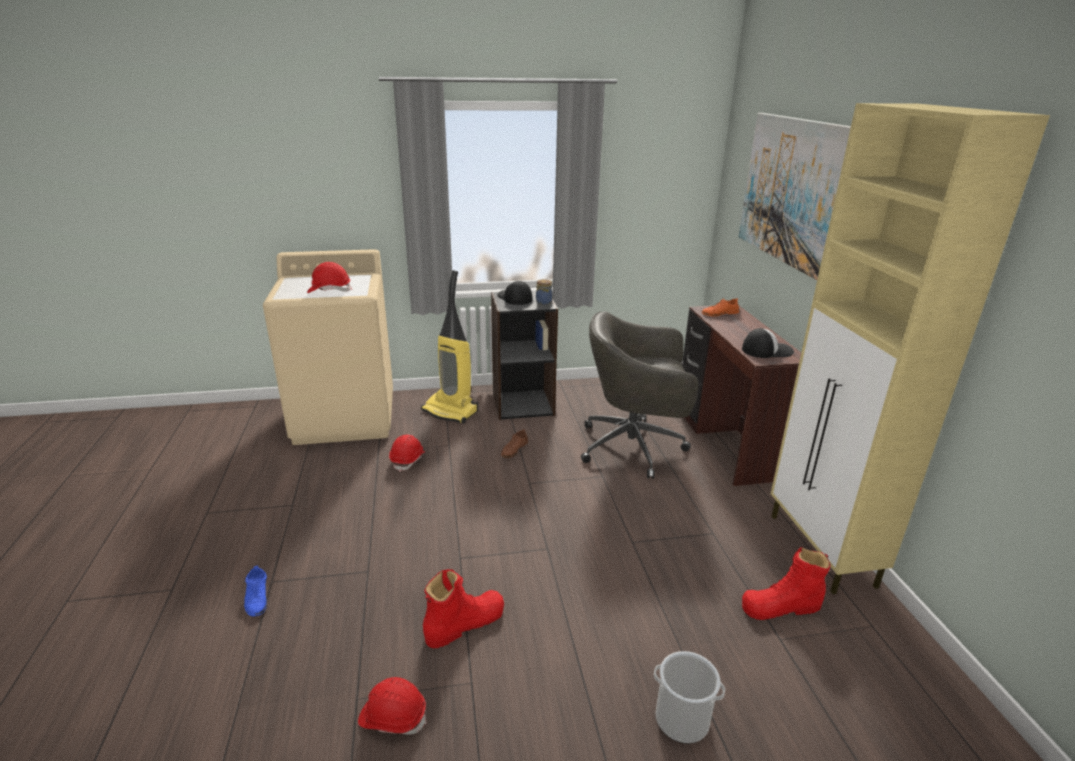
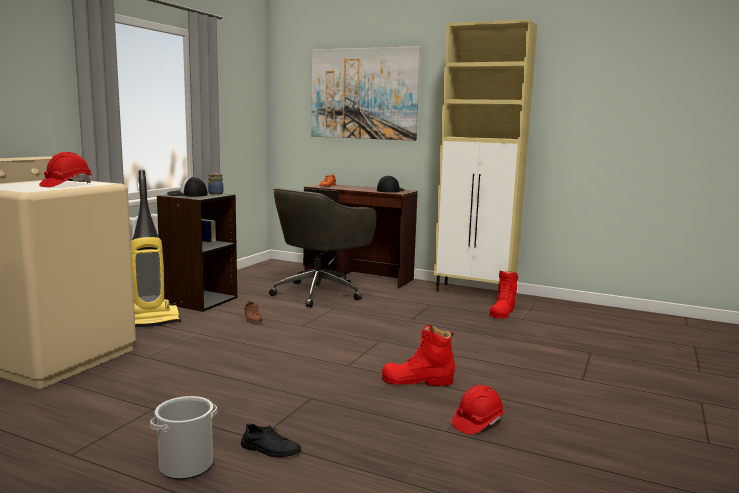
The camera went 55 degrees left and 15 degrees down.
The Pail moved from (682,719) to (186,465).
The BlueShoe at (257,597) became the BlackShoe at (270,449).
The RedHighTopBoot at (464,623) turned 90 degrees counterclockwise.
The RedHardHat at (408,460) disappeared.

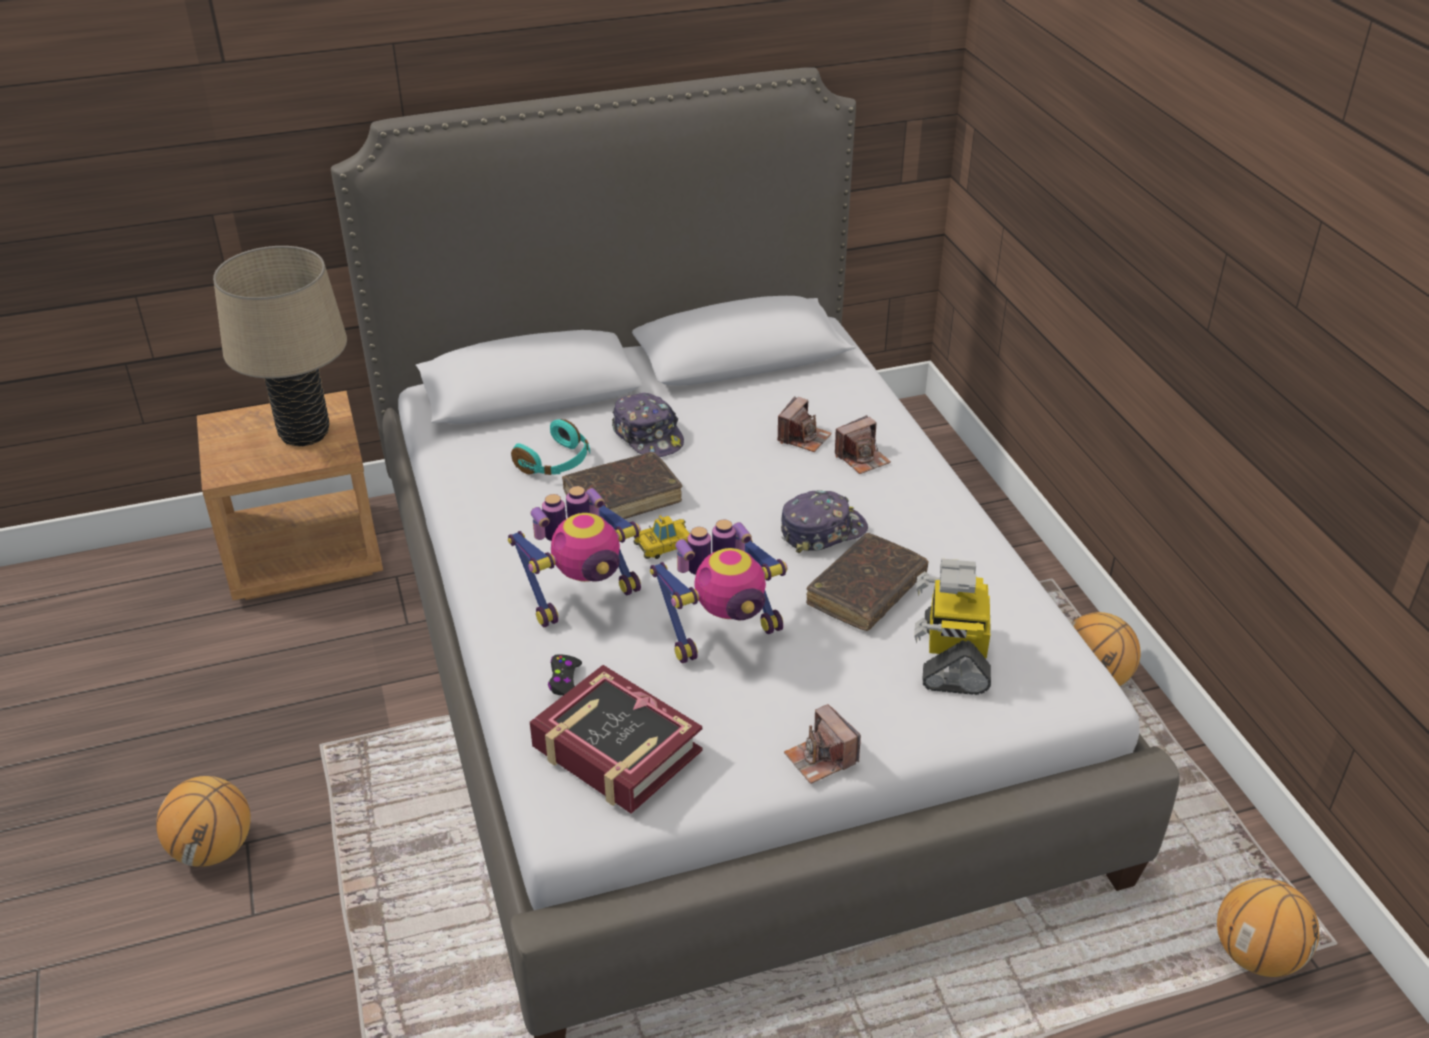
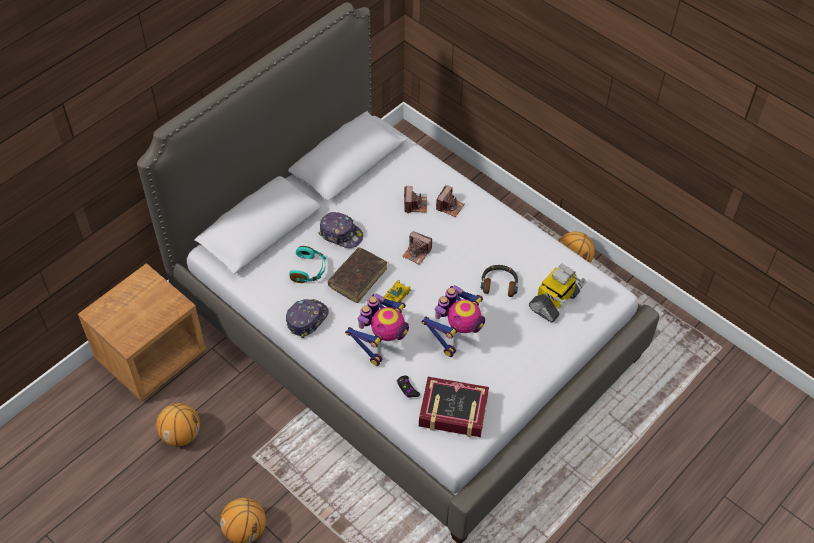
The camera went 30 degrees left and 15 degrees up.
The Basketball moved from (1256,955) to (181,434).
The BaseballCap moved from (822,531) to (306,319).
The StillCamera moved from (821,758) to (417,253).
The BrownishBook at (866,592) was replaced by the Headphones at (499,283).
The ToyRobot at (952,656) turned 120 degrees counterclockwise.
The SandColouredLampForATable at (304,433) disappeared.

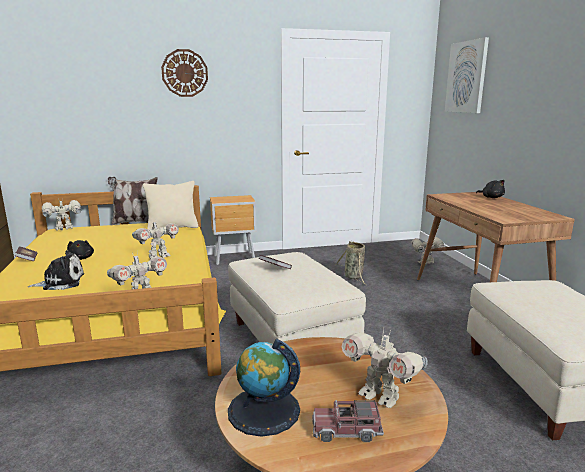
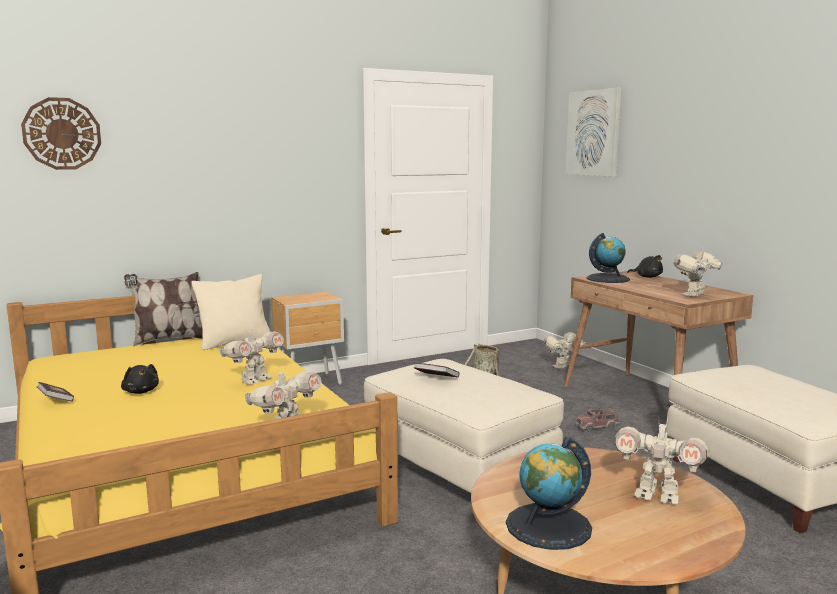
The camera went 15 degrees left and 5 degrees down.
The HangingClock moved from (185,73) to (62,134).
The ModelTruck moved from (346,431) to (596,426).
The Globe at (608,279) appeared.
The ToyRobot moved from (64,229) to (695,295).
The PlushToy at (61,282) disappeared.

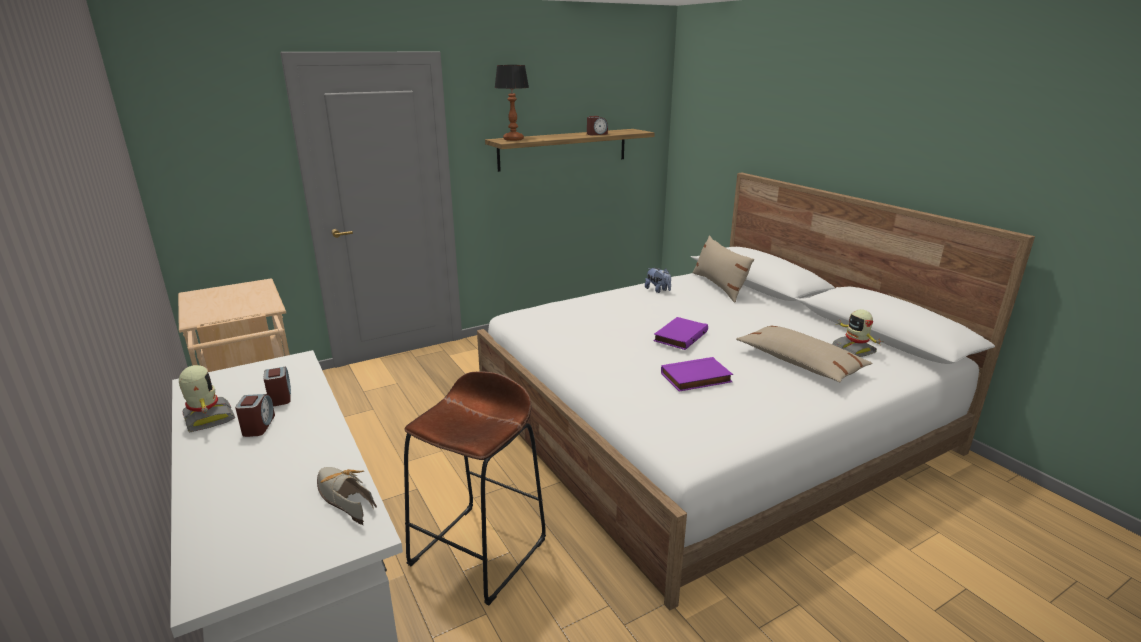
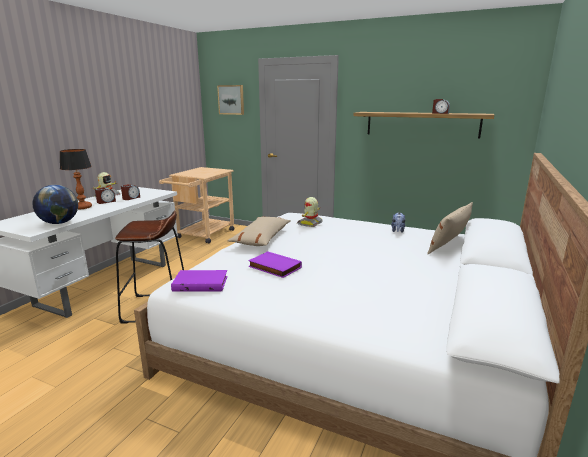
The camera went 55 degrees right and 5 degrees down.
The Shoe at (345,497) was replaced by the Globe at (59,223).
The LampForATable moved from (514,139) to (83,207).
The PurpleBook moved from (679,336) to (201,283).
The Picture at (231,100) appeared.
The SandColouredPillow moved from (799,363) to (262,238).
The ToyRobot moved from (854,350) to (310,223).

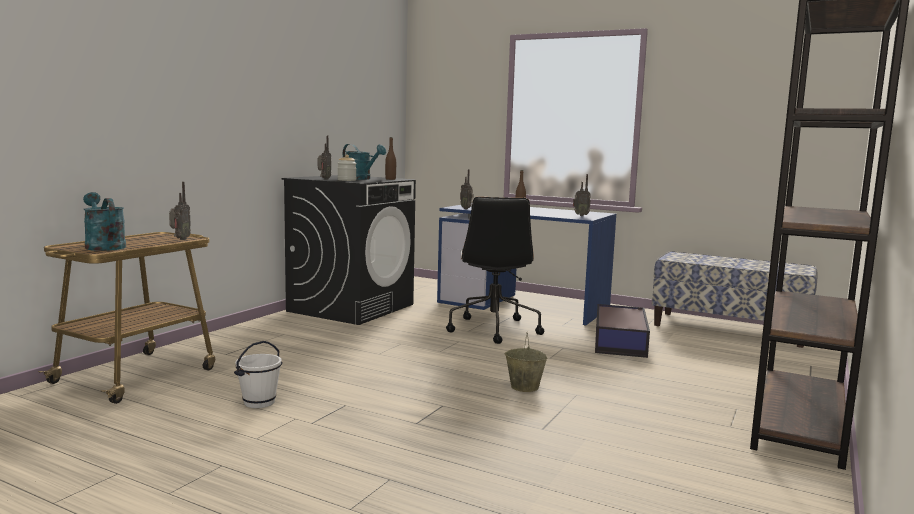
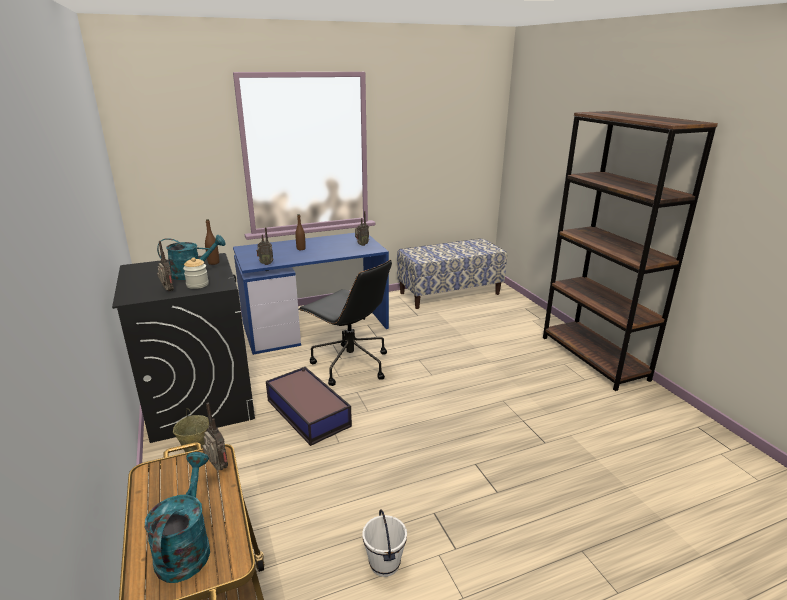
The camera went 50 degrees left and 15 degrees up.
The TurquoiseWateringCan at (103,246) turned 90 degrees clockwise.
The SandColouredPail moved from (524,387) to (196,448).
The StorageContainer moved from (620,341) to (308,412).

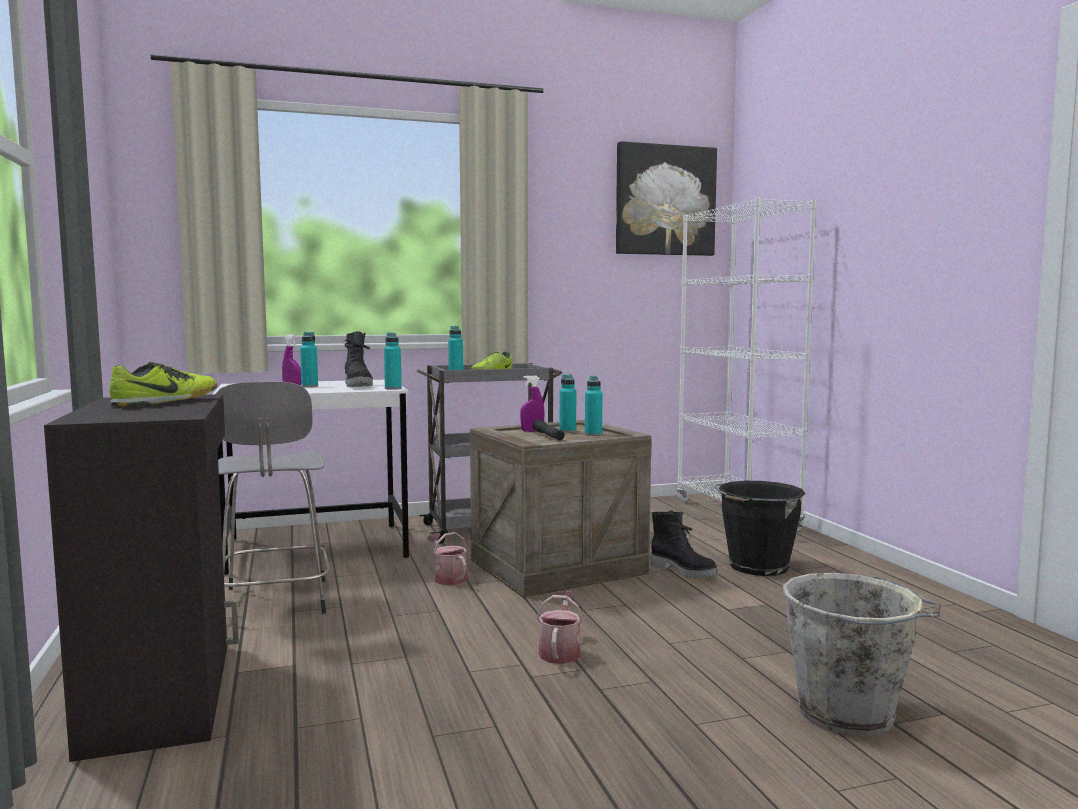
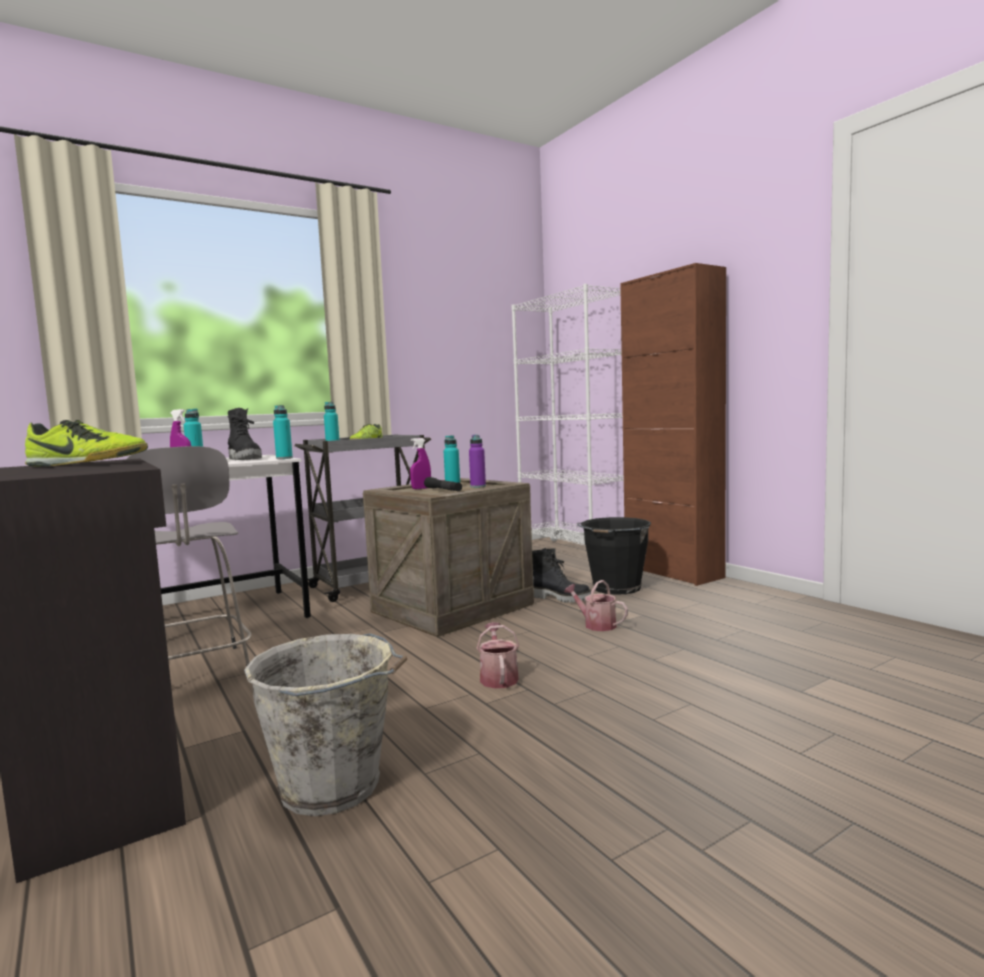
The camera went 15 degrees left and 0 degrees up.
The Shoe at (167,402) turned 75 degrees clockwise.
The GreyPail moved from (850,714) to (334,787).
The TurquoiseBottle at (593,434) became the PurpleBottle at (478,486).
The WateringCan moved from (448,578) to (596,624).
The BrownishStorageCabinet at (672,572) appeared.
The Picture at (665,200) disappeared.

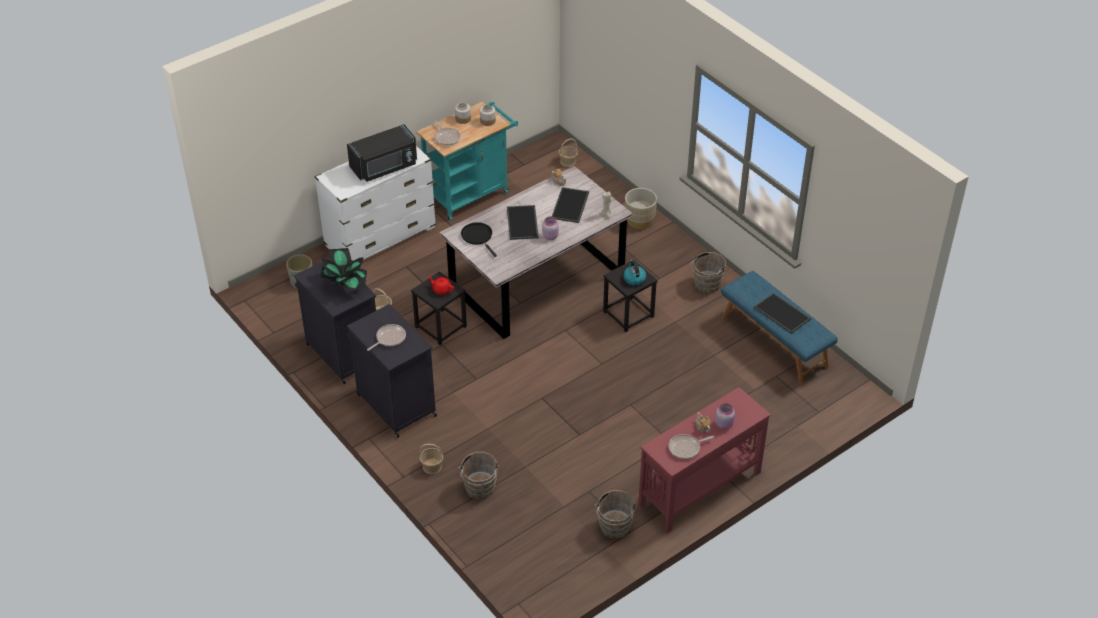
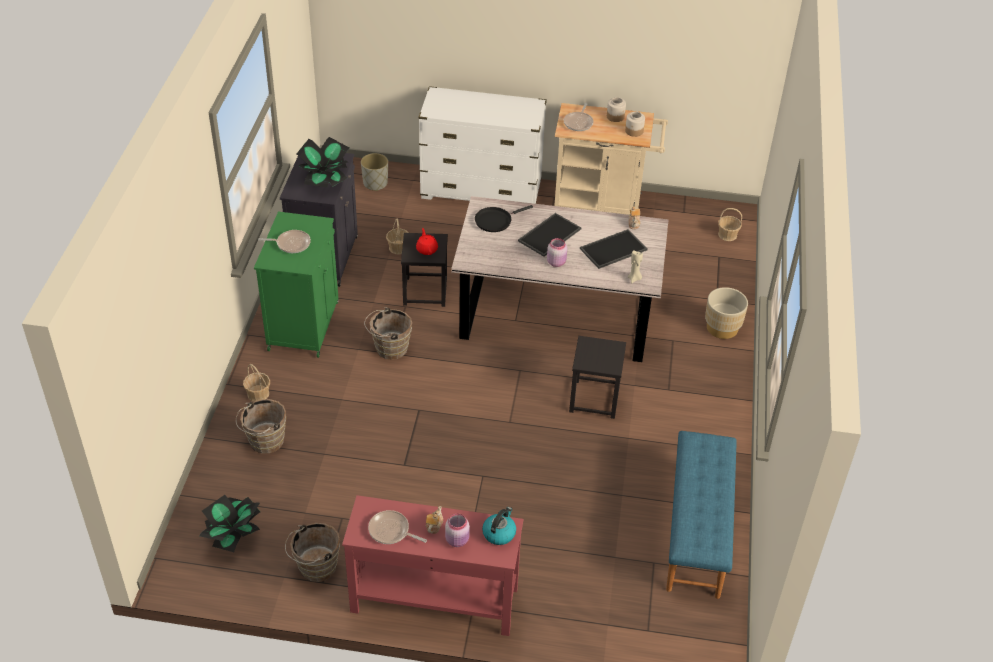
The camera went 45 degrees right and 0 degrees up.
The PlantInAPot at (233,535) appeared.
The BlackStorageCabinet at (395,404) became the GreenColouredStorageCabinet at (304,324).
The BrownishPail moved from (706,286) to (389,348).
The BlackFryingPan at (478,237) turned 135 degrees counterclockwise.
The Kettle moved from (634,279) to (499,533).
The TurquoiseCart at (471,193) became the SandColouredCart at (603,205).
The BlackMicrowave at (385,167) disappeared.
The ServingTray at (783,313) disappeared.

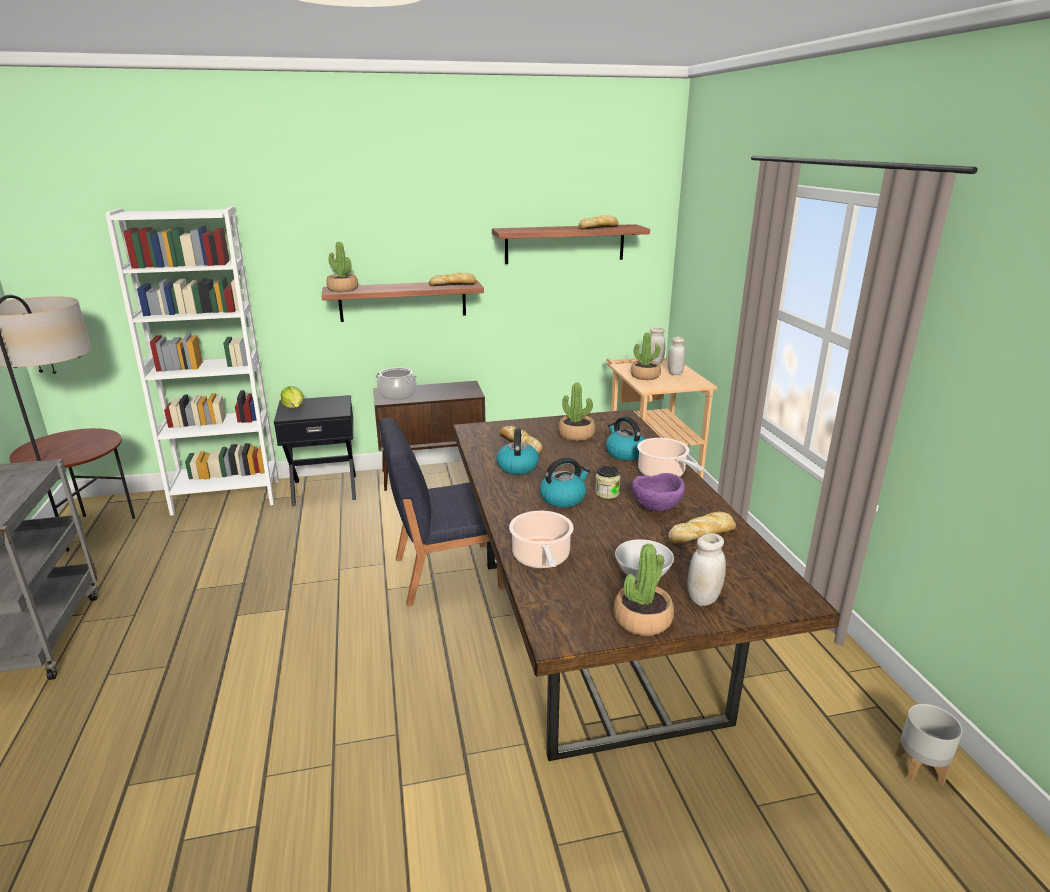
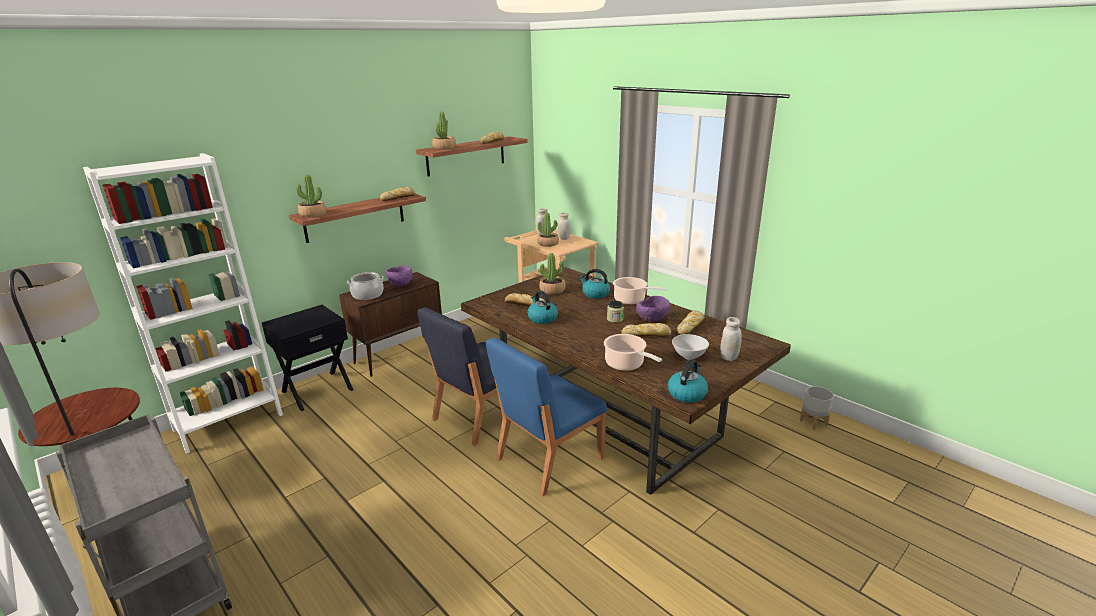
The camera went 30 degrees left and 0 degrees up.
The PurpleDeepDish at (400,284) appeared.
The PlantInAPot moved from (642,619) to (444,148).
The BlueChair at (548,458) appeared.
The BakeryBread at (647,335) appeared.
The Kettle moved from (563,498) to (687,393).
The HeadOfLettuce at (294,408) disappeared.

